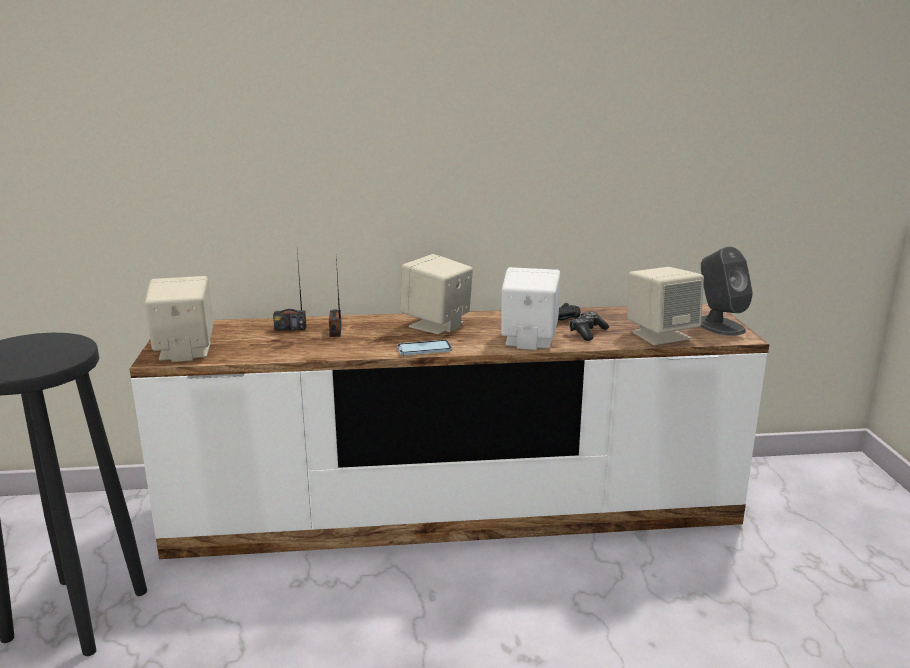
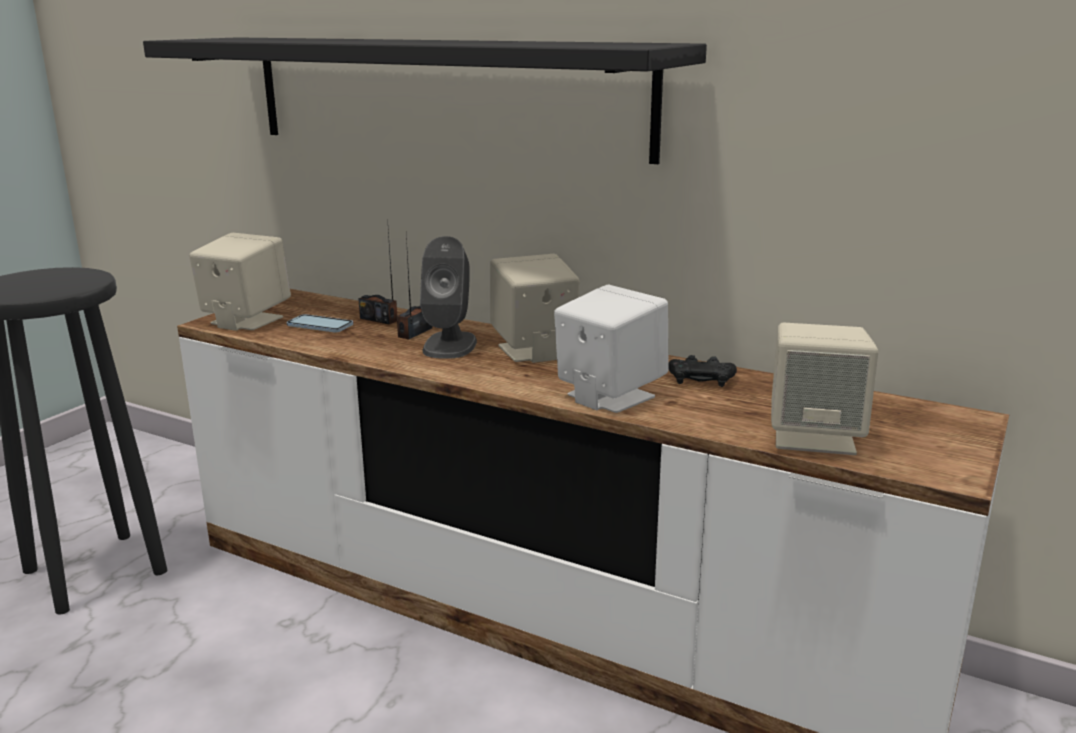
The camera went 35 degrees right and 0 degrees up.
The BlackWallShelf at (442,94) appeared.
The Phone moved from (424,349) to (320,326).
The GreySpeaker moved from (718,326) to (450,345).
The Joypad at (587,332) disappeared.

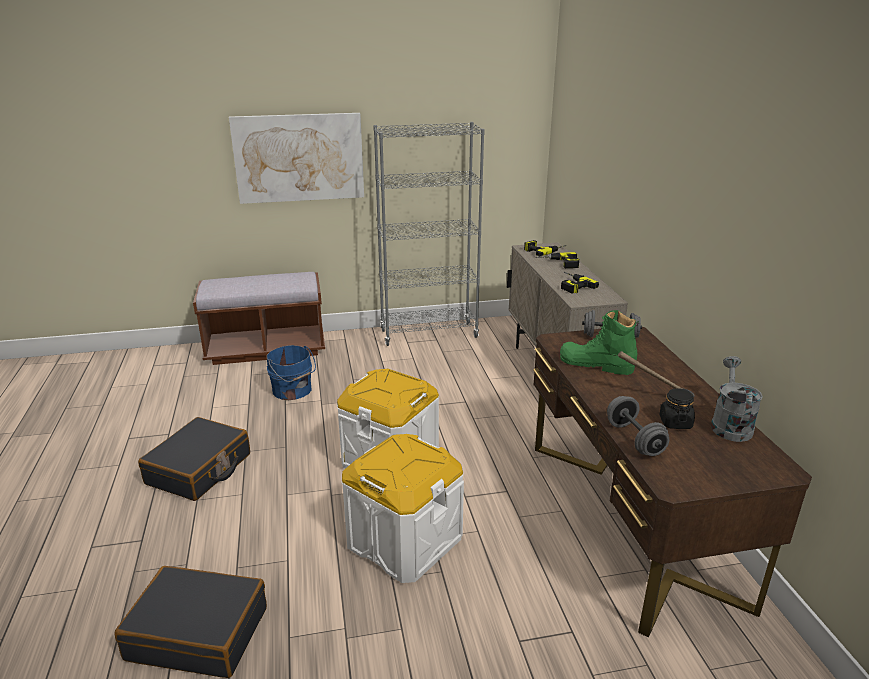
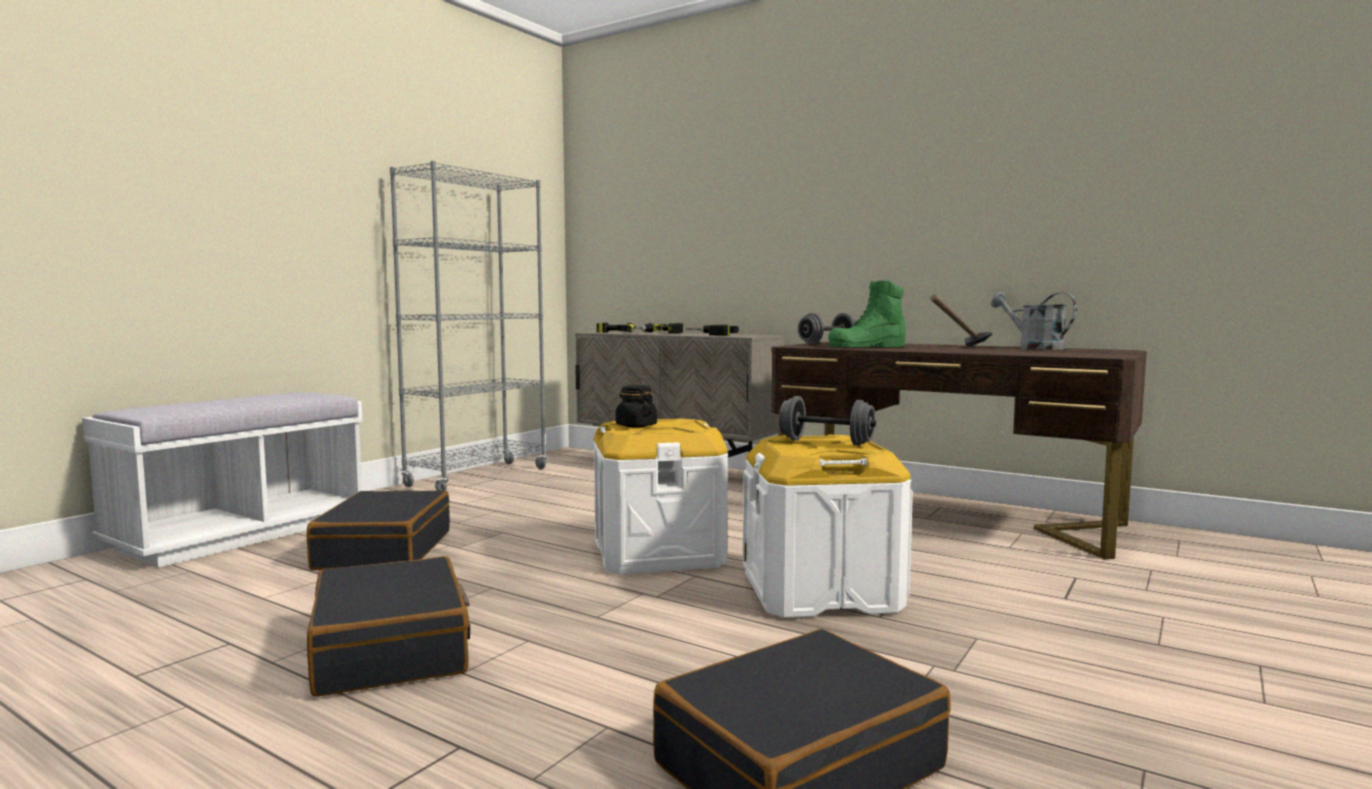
The camera went 45 degrees left and 20 degrees down.
The BrownishIndoorBench at (266,349) became the WhiteIndoorBench at (240,534).
The BluePail at (293,391) was replaced by the BlackSuitcase at (383,550).
The BlackStorageJar moved from (675,422) to (636,425).
The GreyHandWeight moved from (634,439) to (826,442).
The Picture at (299,158) disappeared.

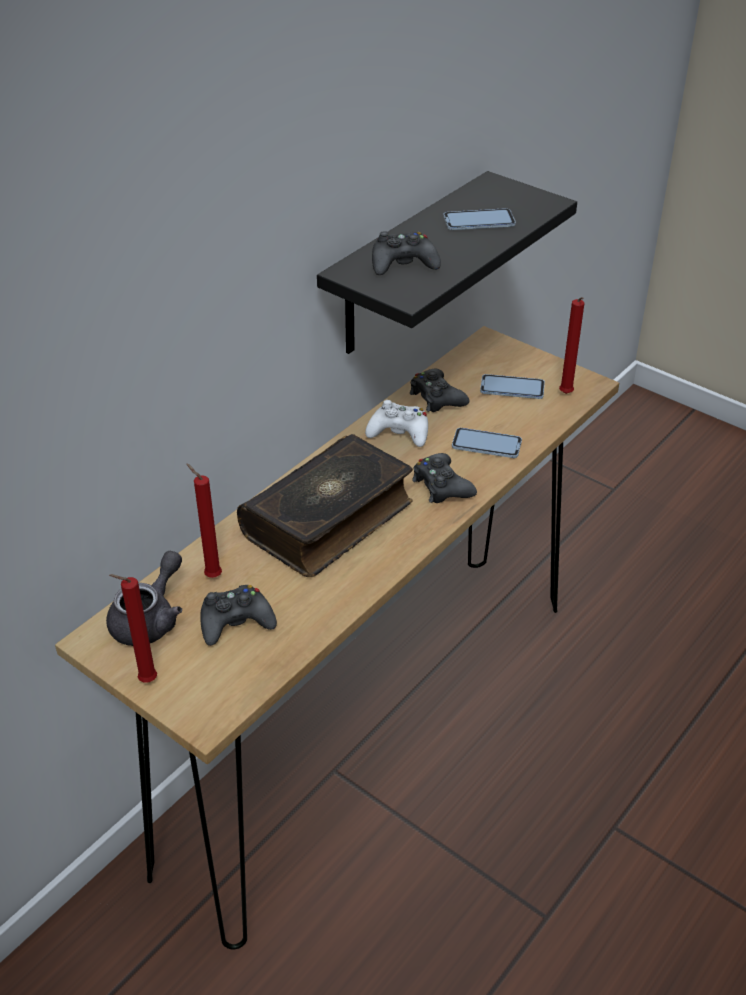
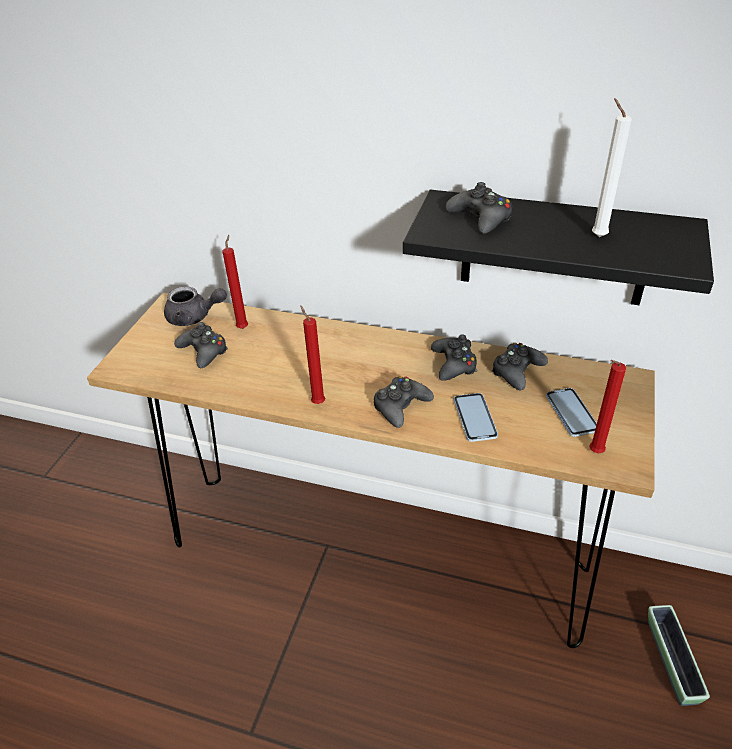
The camera went 70 degrees right and 0 degrees up.
The RedWaxCandle moved from (145,681) to (317,402).
The WhiteJoypad at (399,432) became the BlackJoypad at (454,364).
The Phone at (479,221) was replaced by the WhiteWaxCandle at (597,235).
The PlantPot at (671,661) appeared.
The Book at (330,519) disappeared.

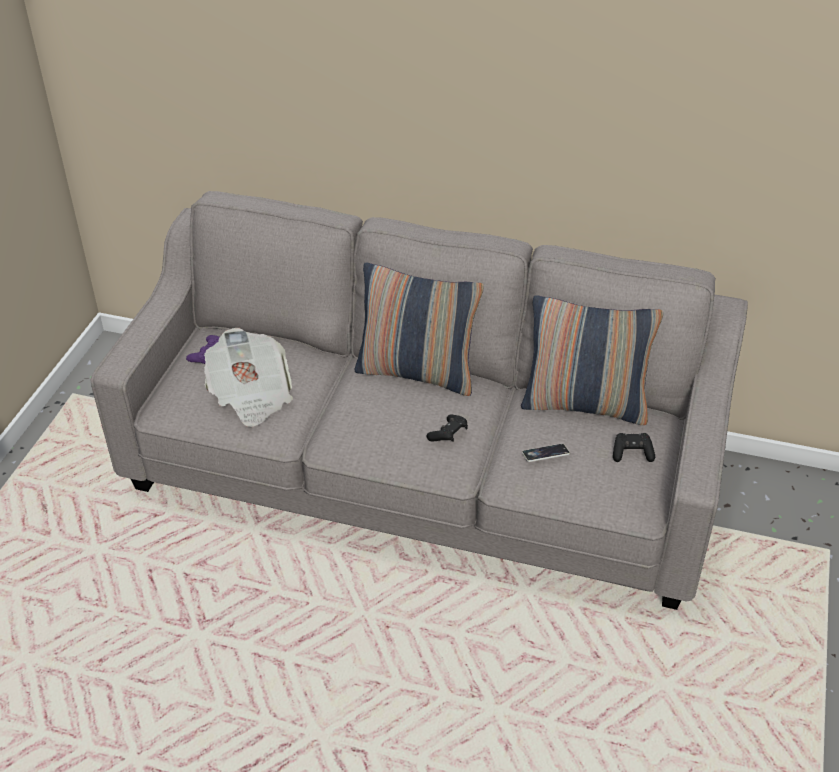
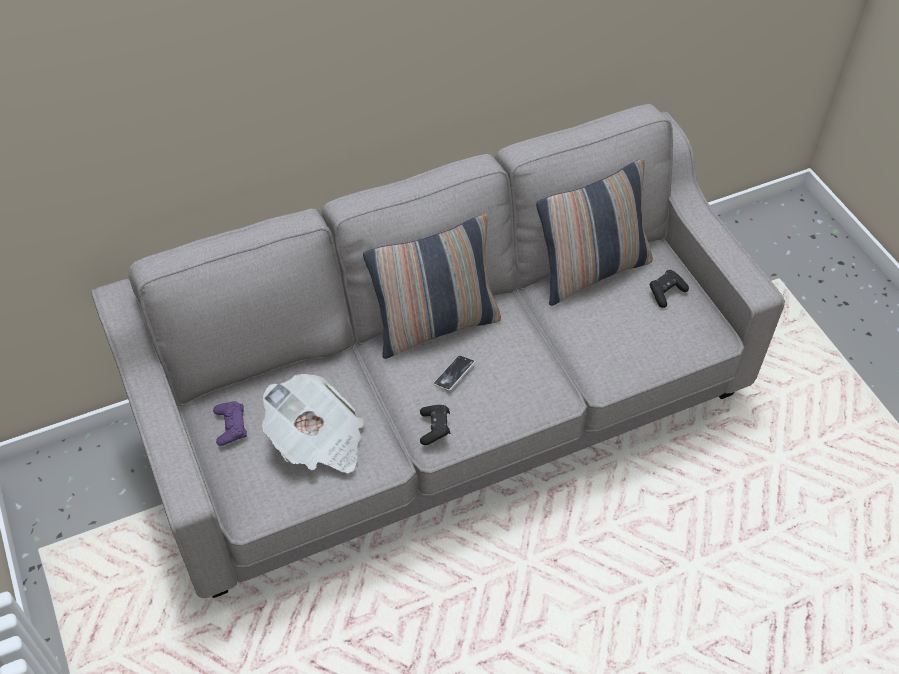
The camera went 40 degrees left and 10 degrees up.
The BlackJoypad moved from (448,435) to (435,428).
The Phone moved from (545,455) to (454,374).

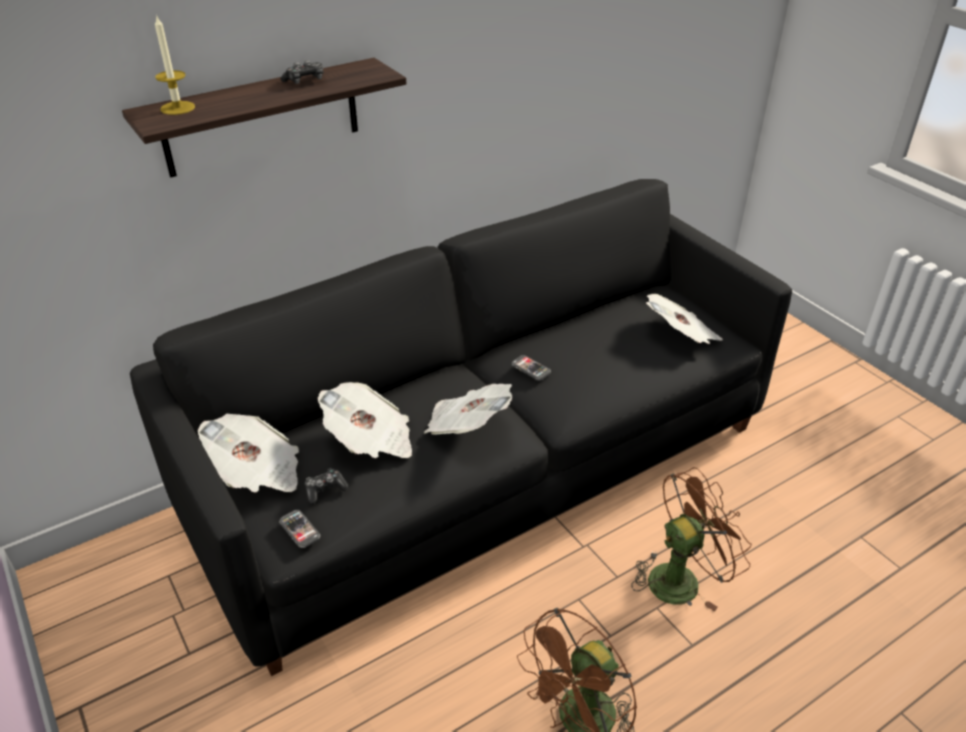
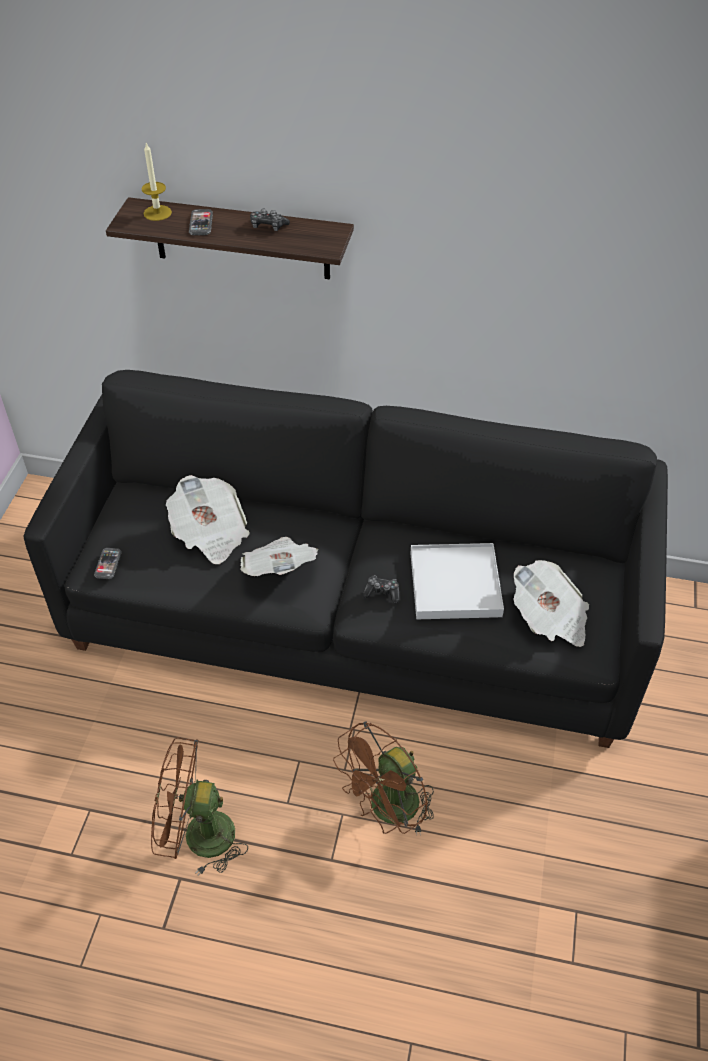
The camera went 45 degrees right and 10 degrees up.
The Phone moved from (531,369) to (201,224).
The BrownishCoolingFan at (681,578) turned 120 degrees clockwise.
The Joypad moved from (325,490) to (382,592).
The WhiteServingTray at (455,584) appeared.
The Newspaper at (256,472) disappeared.

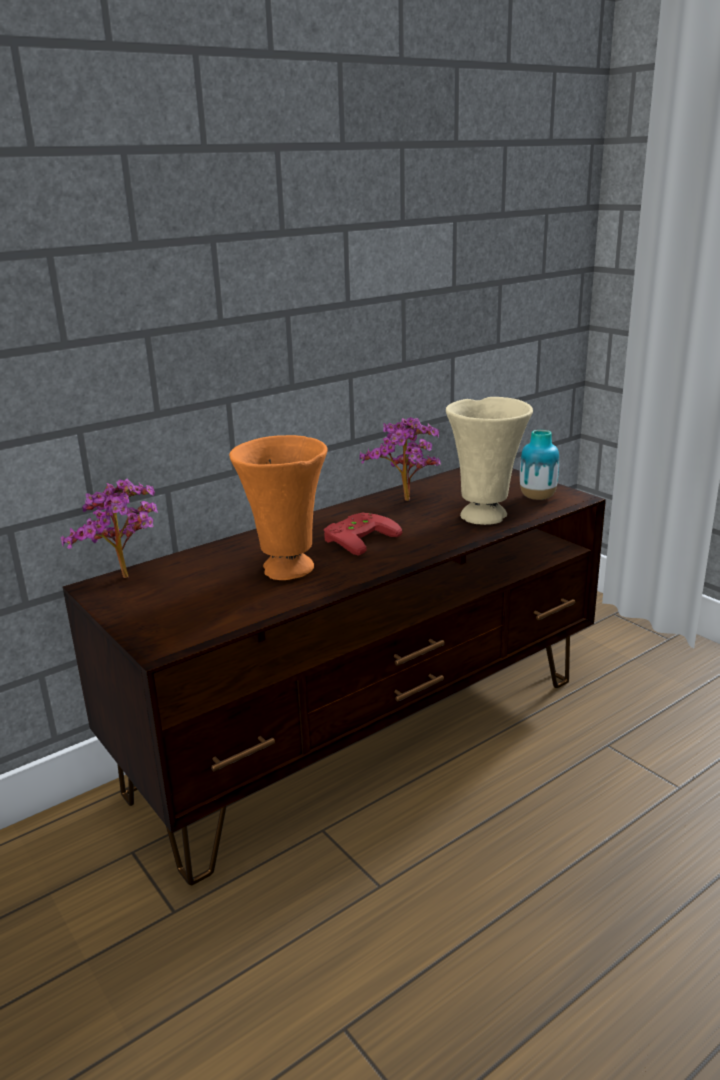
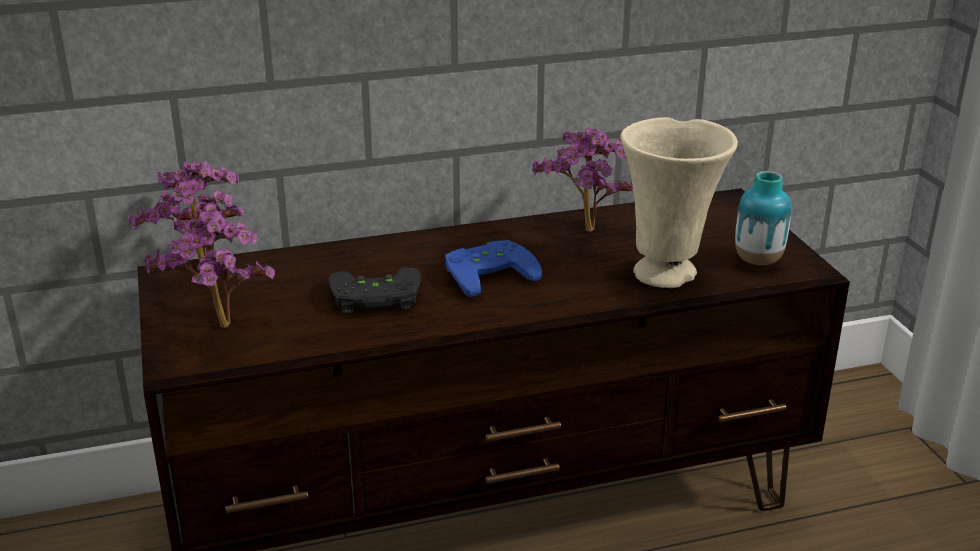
The camera went 20 degrees right and 5 degrees up.
The PlantInAPot at (220,331) appeared.
The OrangeColouredFlowerVase at (286,570) was replaced by the BlackJoypad at (375,299).
The RedJoypad at (357,537) became the BlueJoypad at (488,272).

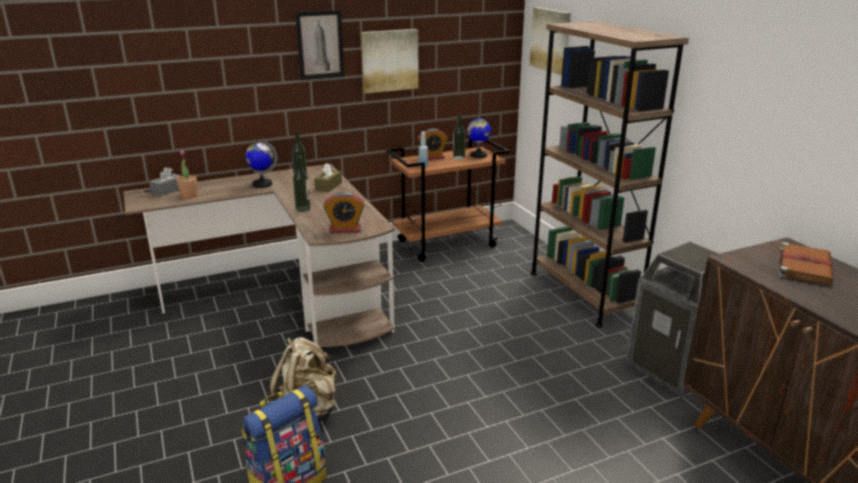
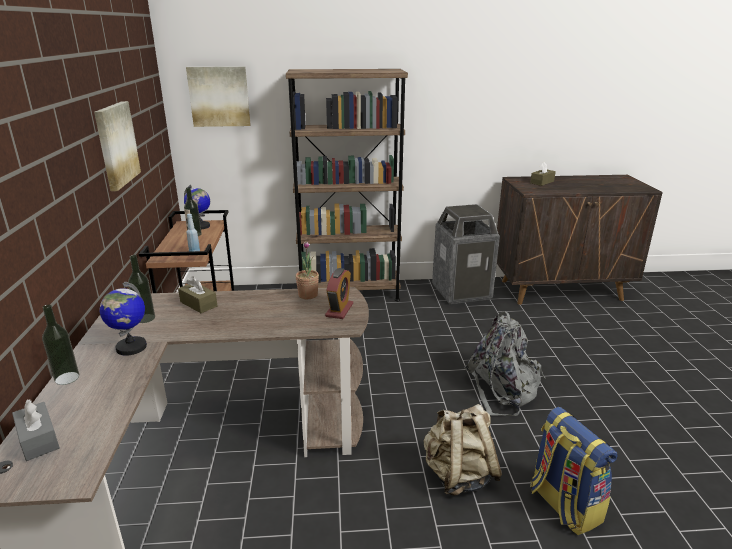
The camera went 70 degrees left and 0 degrees up.
The Bottle moved from (303,209) to (67,378).
The PlantInAPot moved from (189,196) to (308,295).
The GreyRucksack at (502,389) appeared.
The BrownishBook at (804,266) was replaced by the BrownishTissueBox at (542,182).
The Picture at (320,45) disappeared.
The TableClock at (432,157) disappeared.

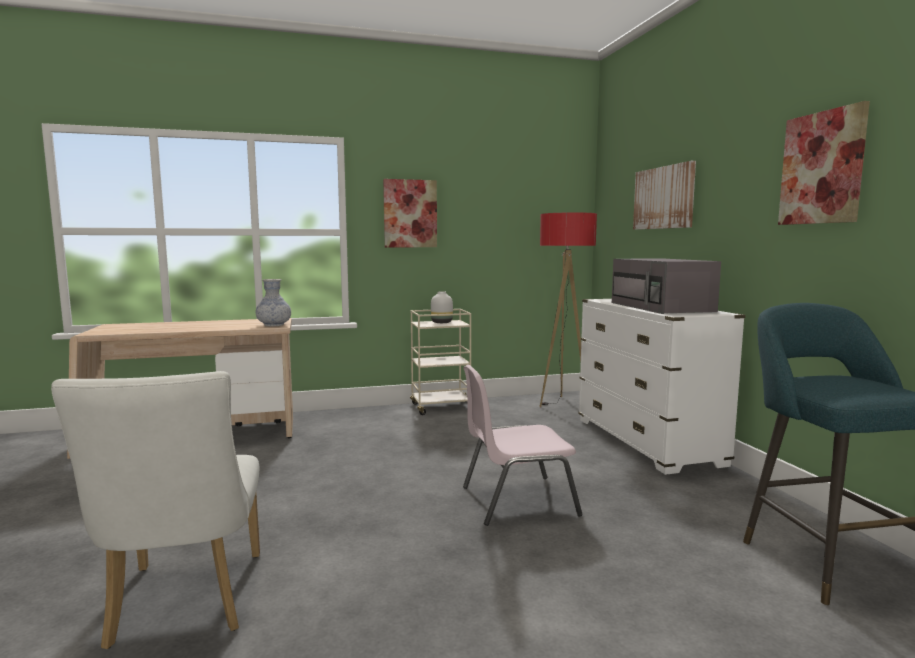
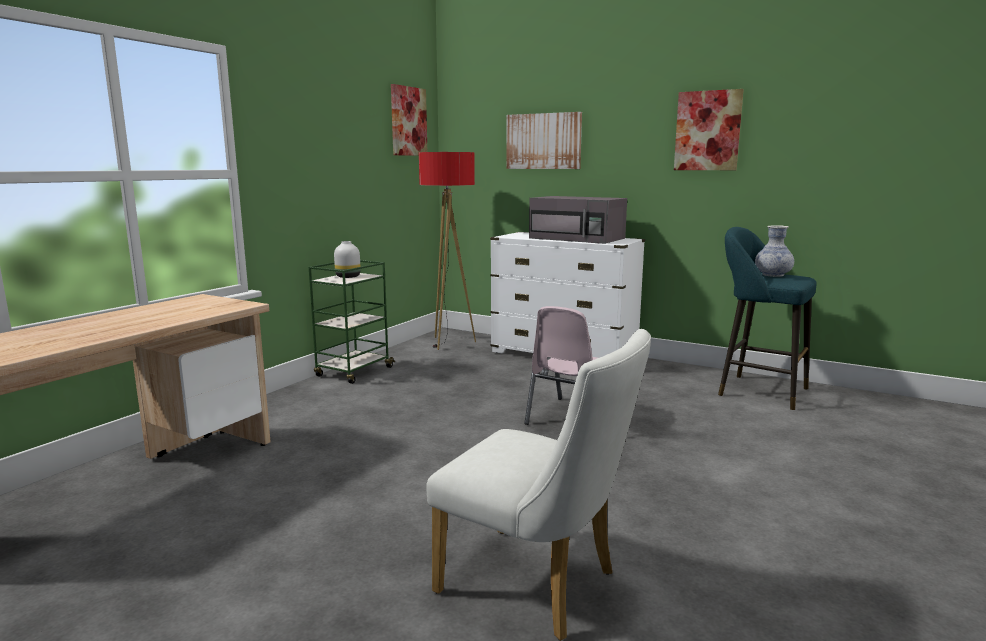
The camera went 45 degrees left and 5 degrees up.
The SandColouredCart at (441,407) became the GreenColouredCart at (354,372).
The Picture moved from (410,213) to (408,121).
The FlowerVase moved from (274,325) to (773,275).

